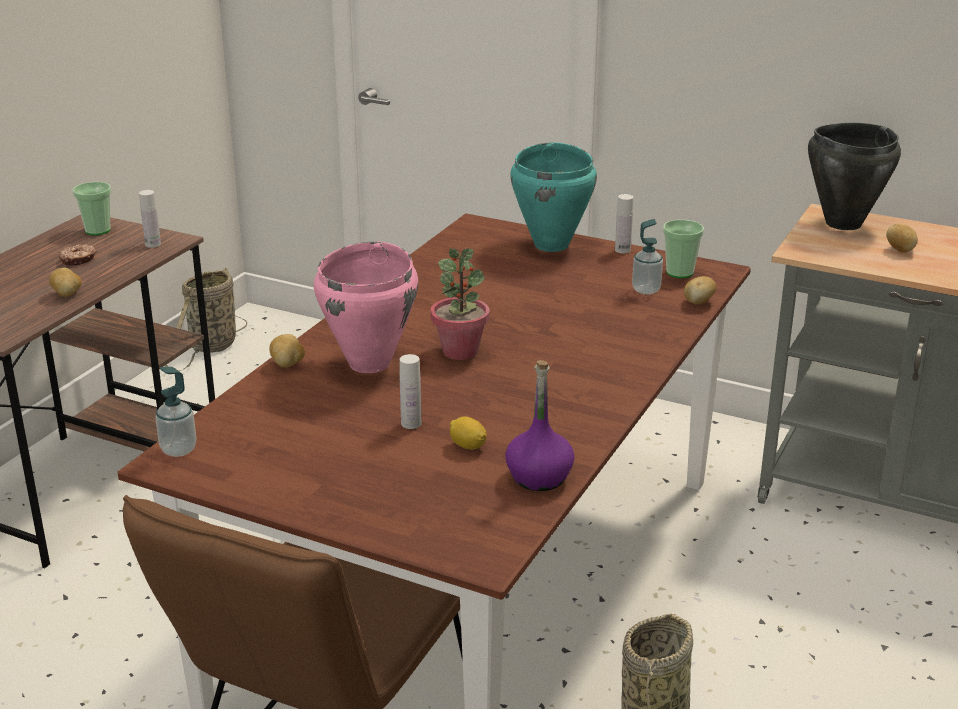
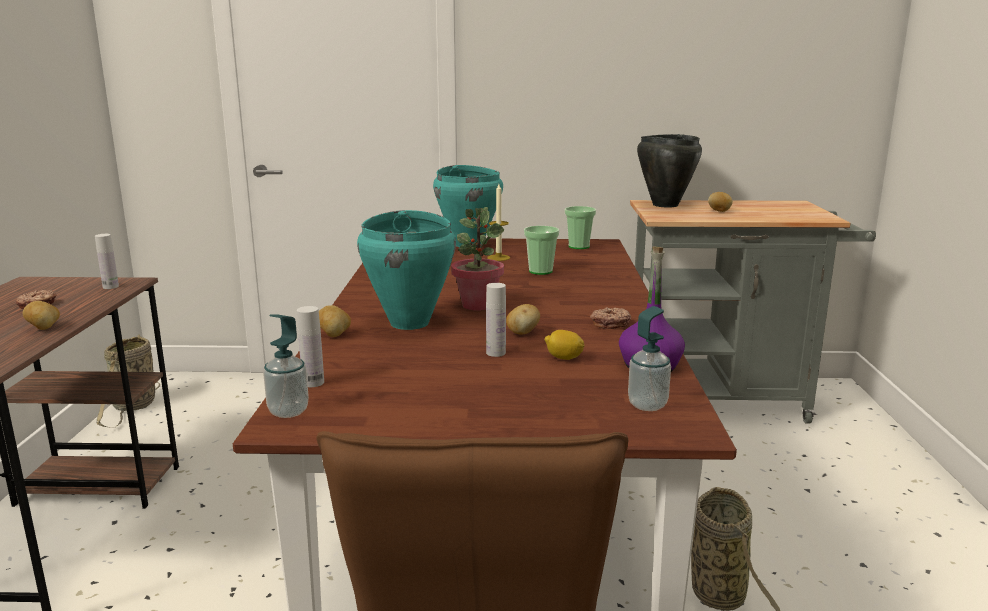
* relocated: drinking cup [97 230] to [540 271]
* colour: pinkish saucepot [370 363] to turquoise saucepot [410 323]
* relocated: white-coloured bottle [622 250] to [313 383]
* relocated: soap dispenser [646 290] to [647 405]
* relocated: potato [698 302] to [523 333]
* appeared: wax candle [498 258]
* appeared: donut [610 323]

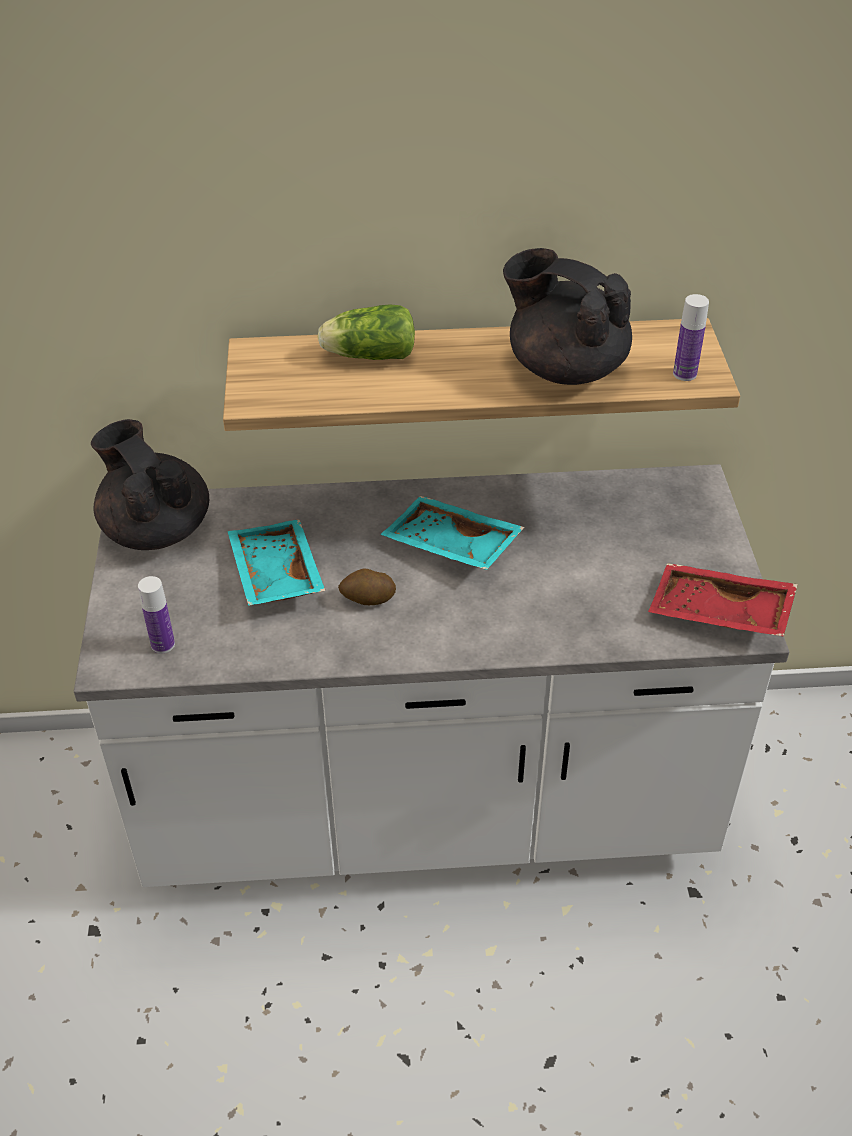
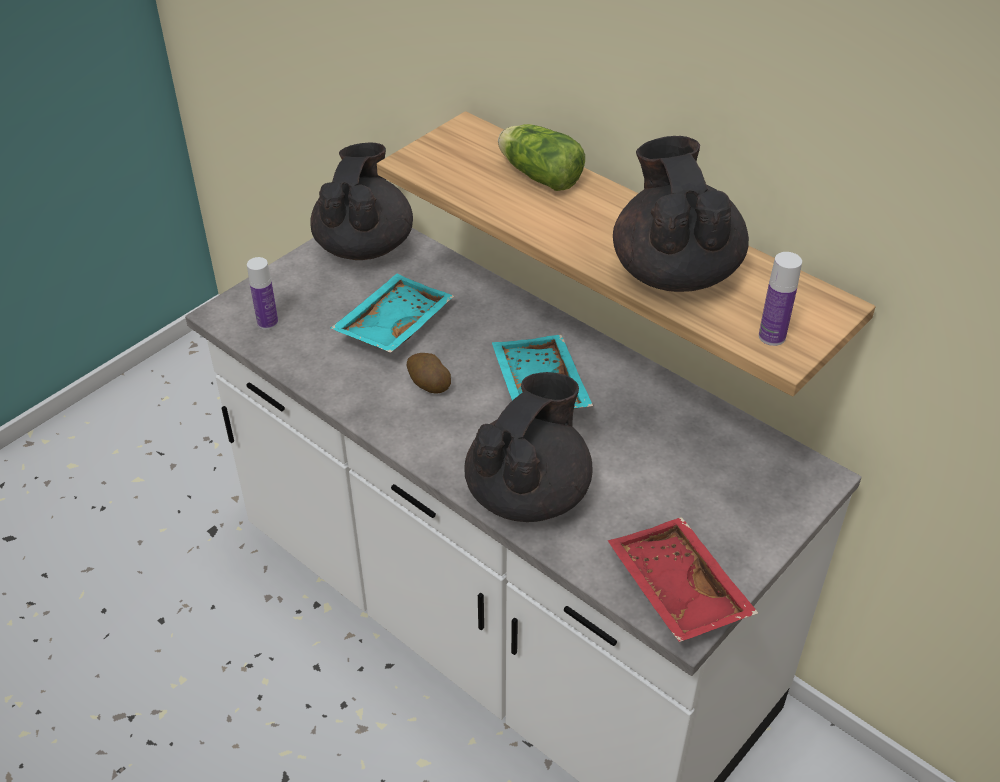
* appeared: blackish pot for tea [529 493]

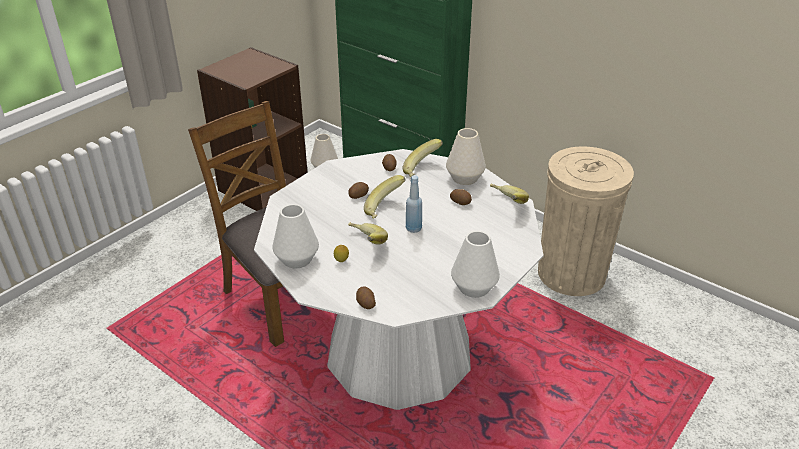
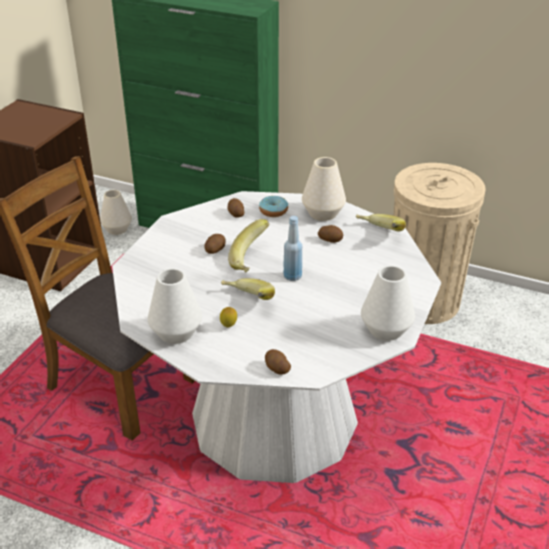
* exchanged: whole banana [422 170] to donut [273 211]

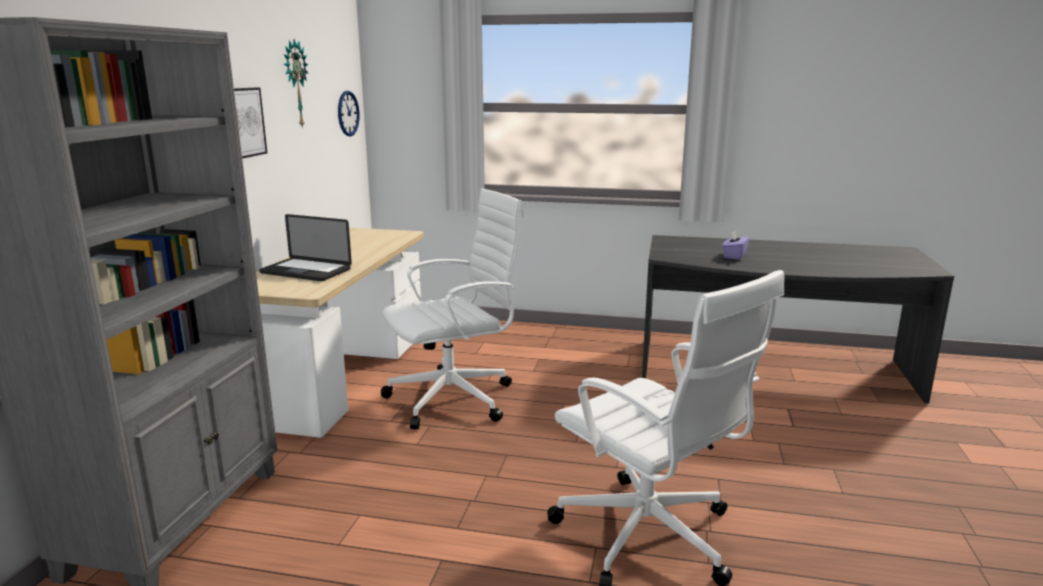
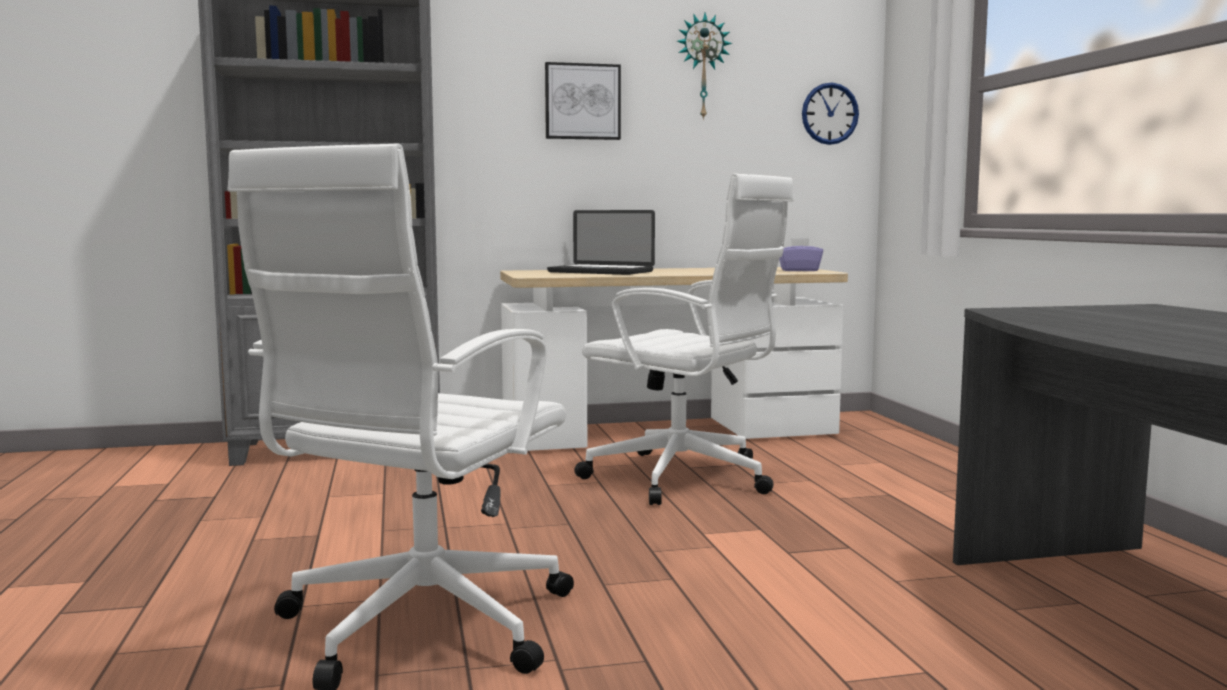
* spun: portable computer [306 271] = [600 272] 60 degrees counterclockwise
* relocated: purple tissue box [734 256] to [799 270]

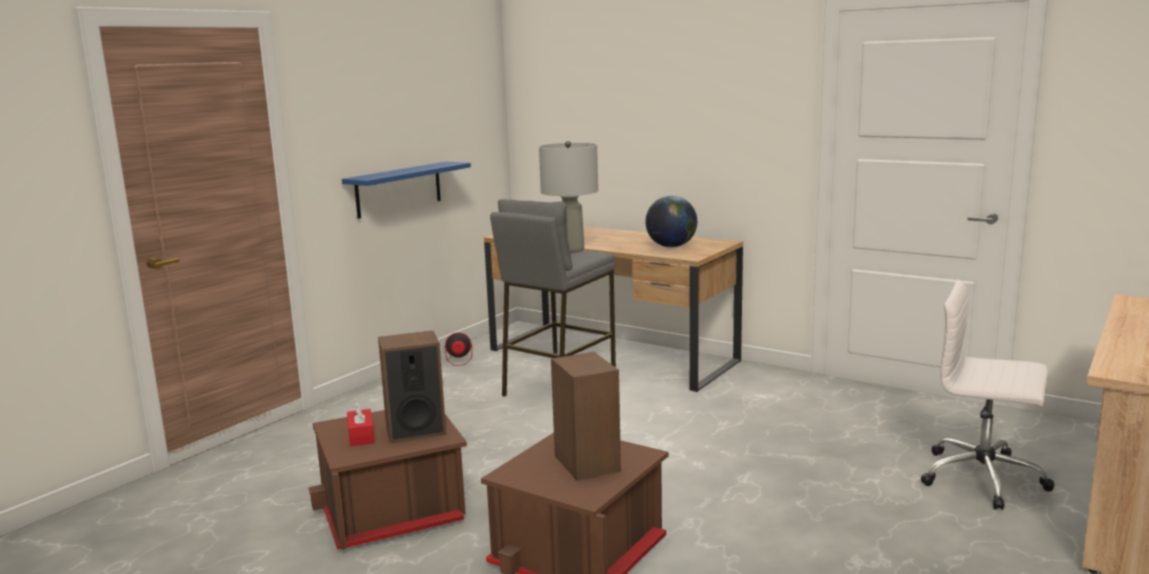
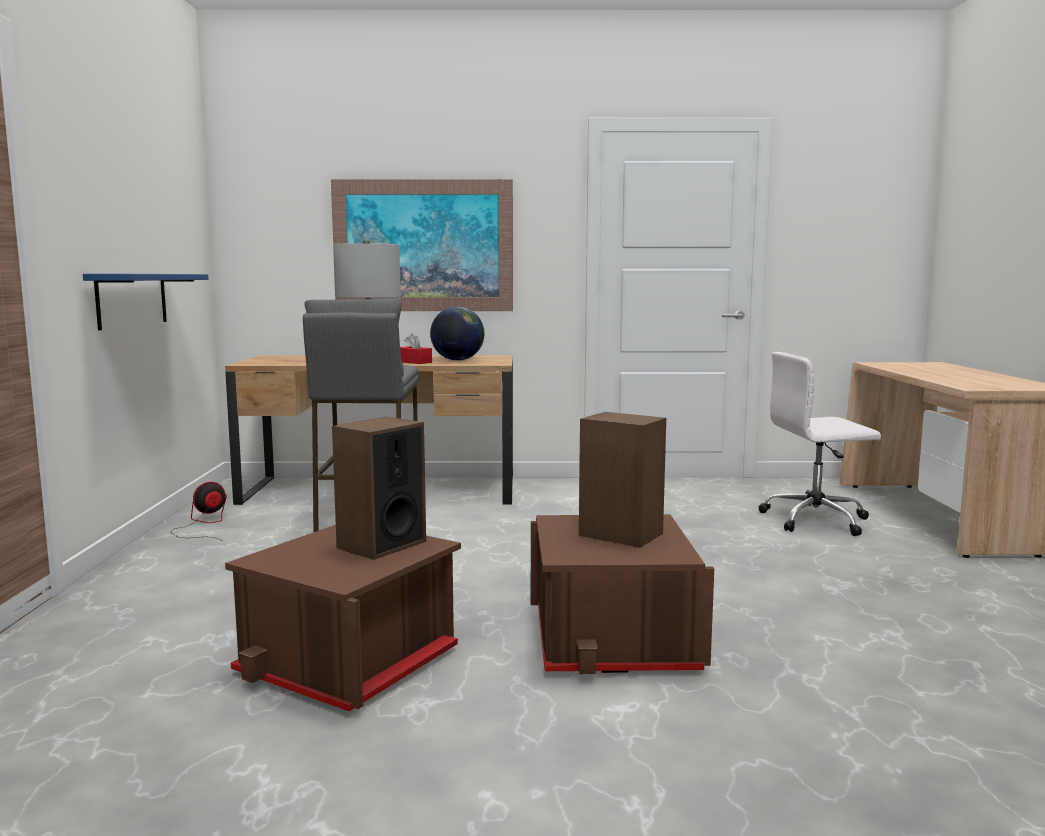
* relocated: red tissue box [361 436] to [414 362]
* appeared: wall art [423 246]

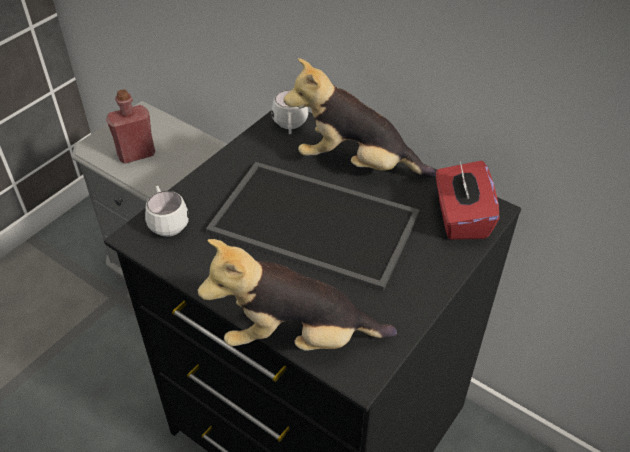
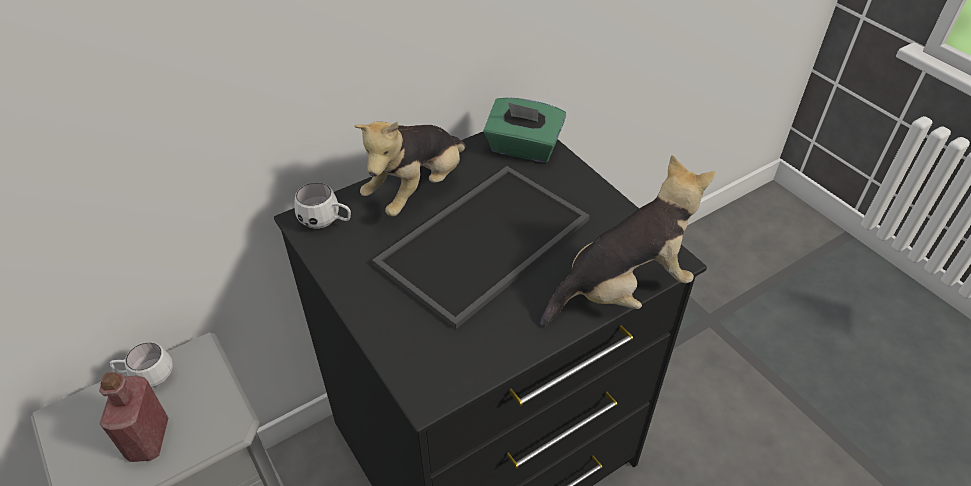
* relocated: white-coloured tea mug [167 222] to [147 377]
* spun: soft toy [298 338] = [622 290] 135 degrees counterclockwise
* colour: red tissue box [460 218] to green-coloured tissue box [523 148]

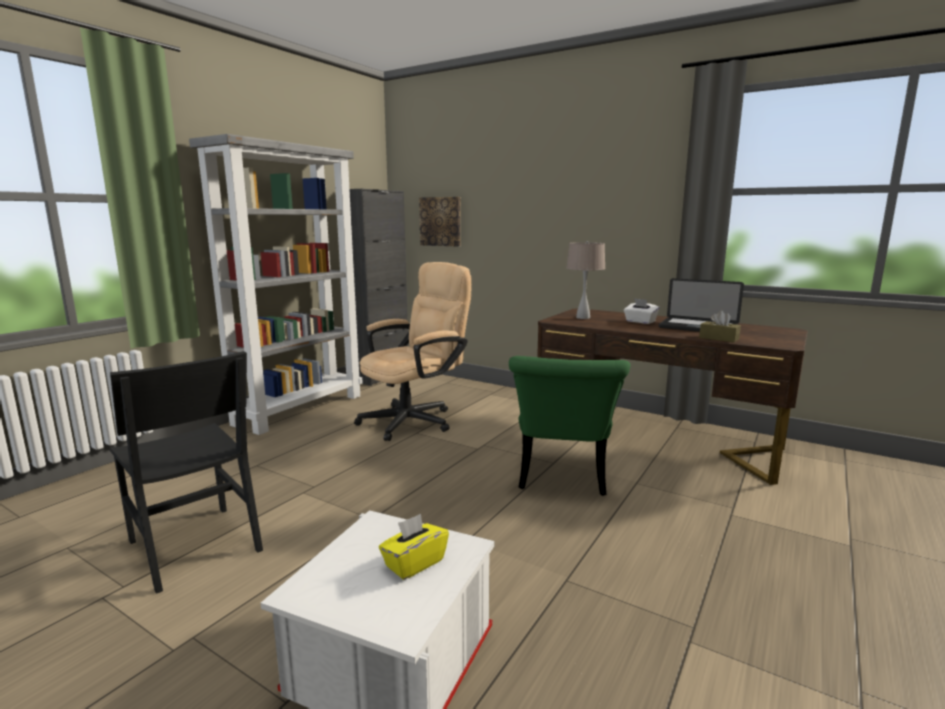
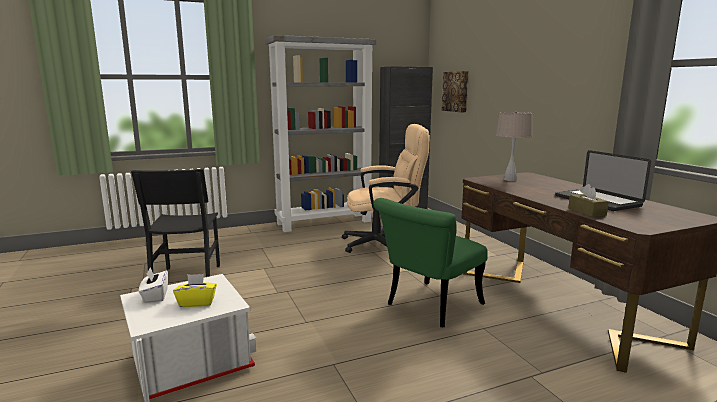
* relocated: white-coloured tissue box [640 321] to [155 296]

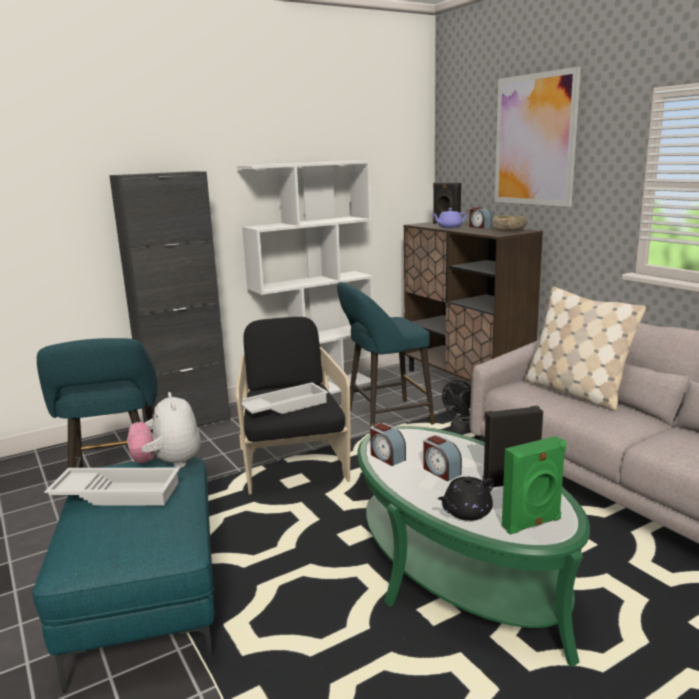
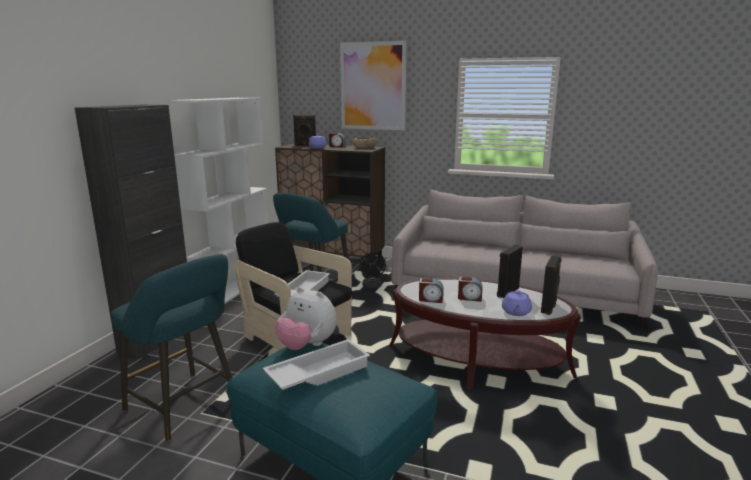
* colour: green-coloured low table [457 573] to brownish low table [477 360]
* colour: blackish pot for tea [466 512] to purple pot for tea [516 312]
* colour: green-coloured speaker [532 524] to blackish speaker [549 307]
* missing: beige-coloured cushion [575 392]

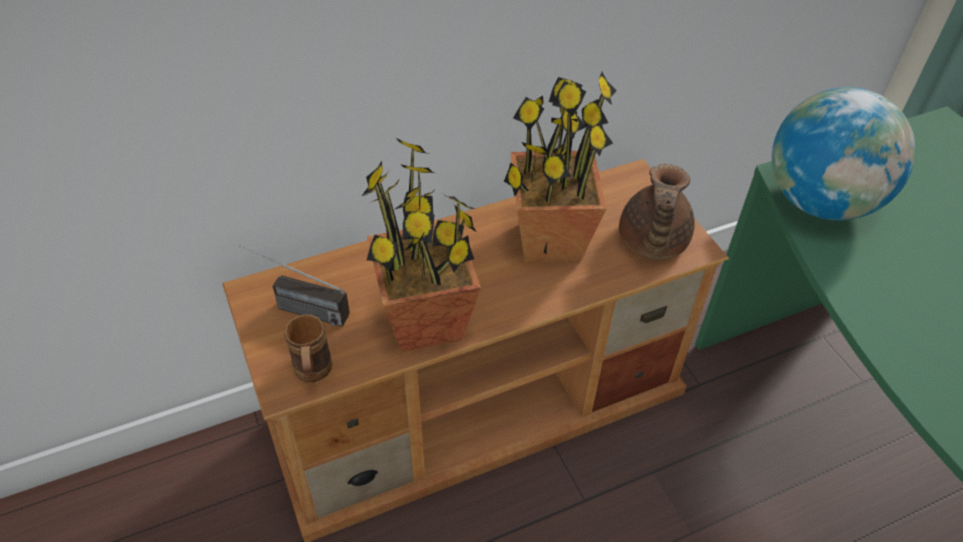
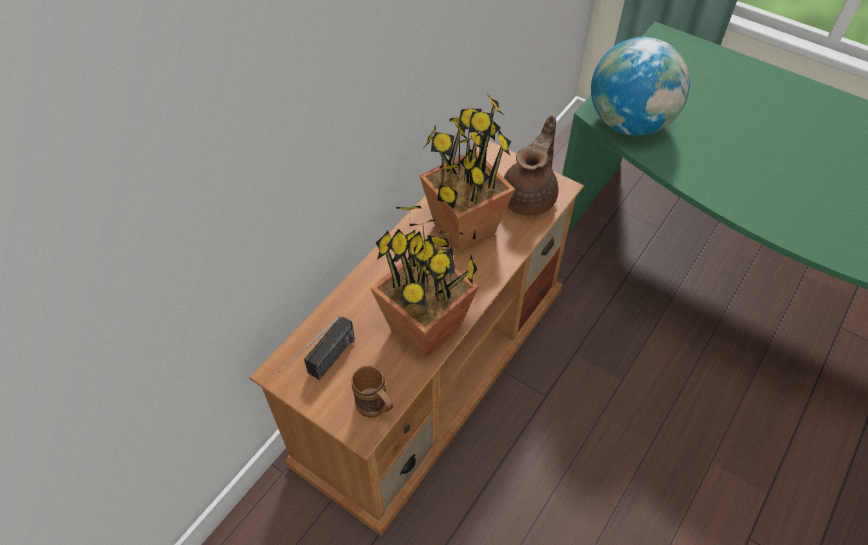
* spun: radio [295 308] = [323 367] 45 degrees counterclockwise
* spun: brownish pot for tea [651 242] = [530 197] 135 degrees counterclockwise

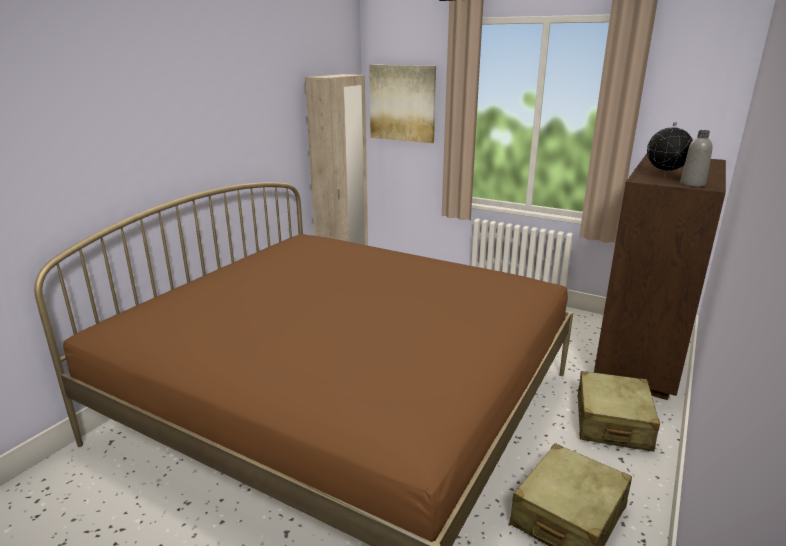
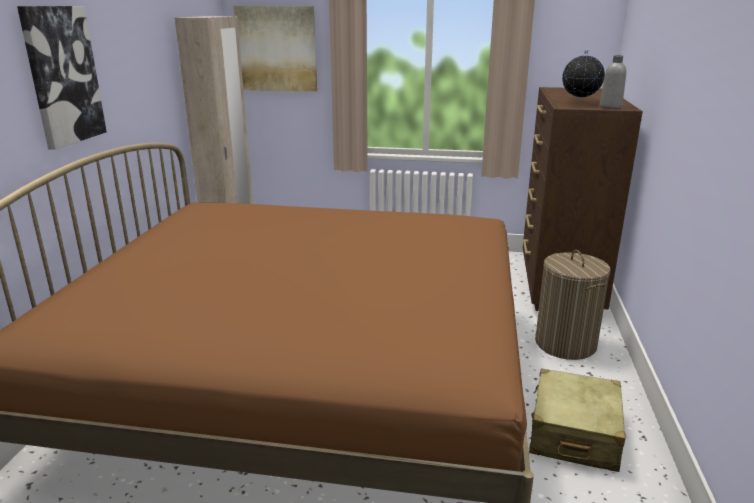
* exchanged: beige-coloured travel case [612 423] to laundry basket [565 344]
* appeared: wall art [62 75]

